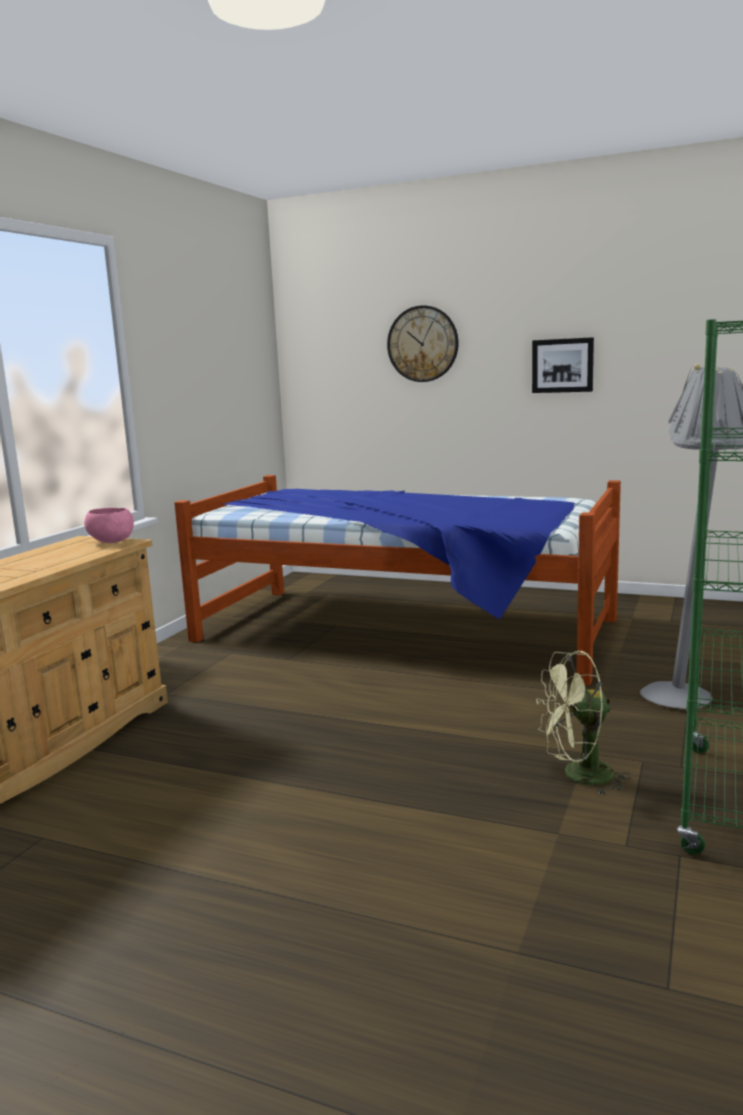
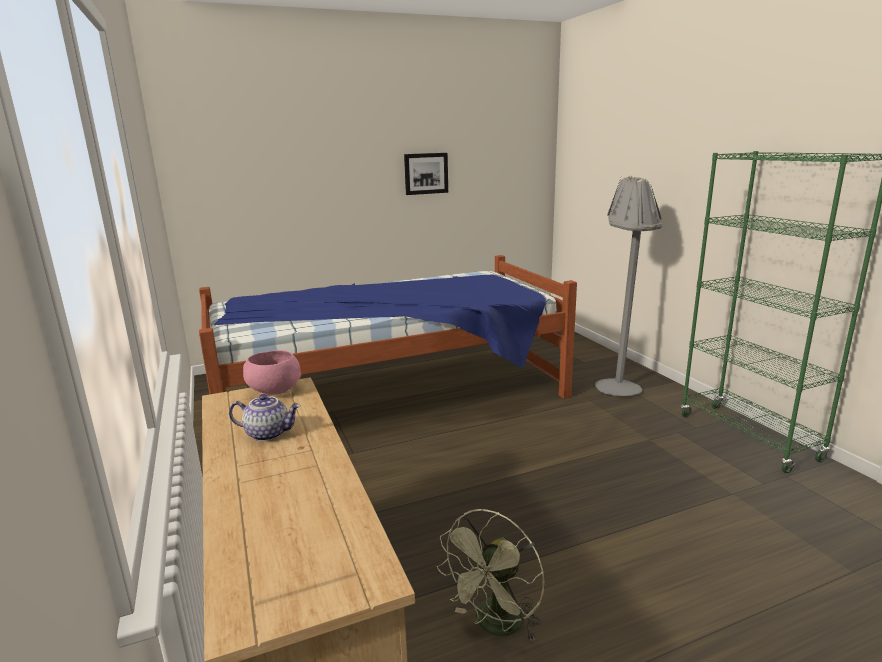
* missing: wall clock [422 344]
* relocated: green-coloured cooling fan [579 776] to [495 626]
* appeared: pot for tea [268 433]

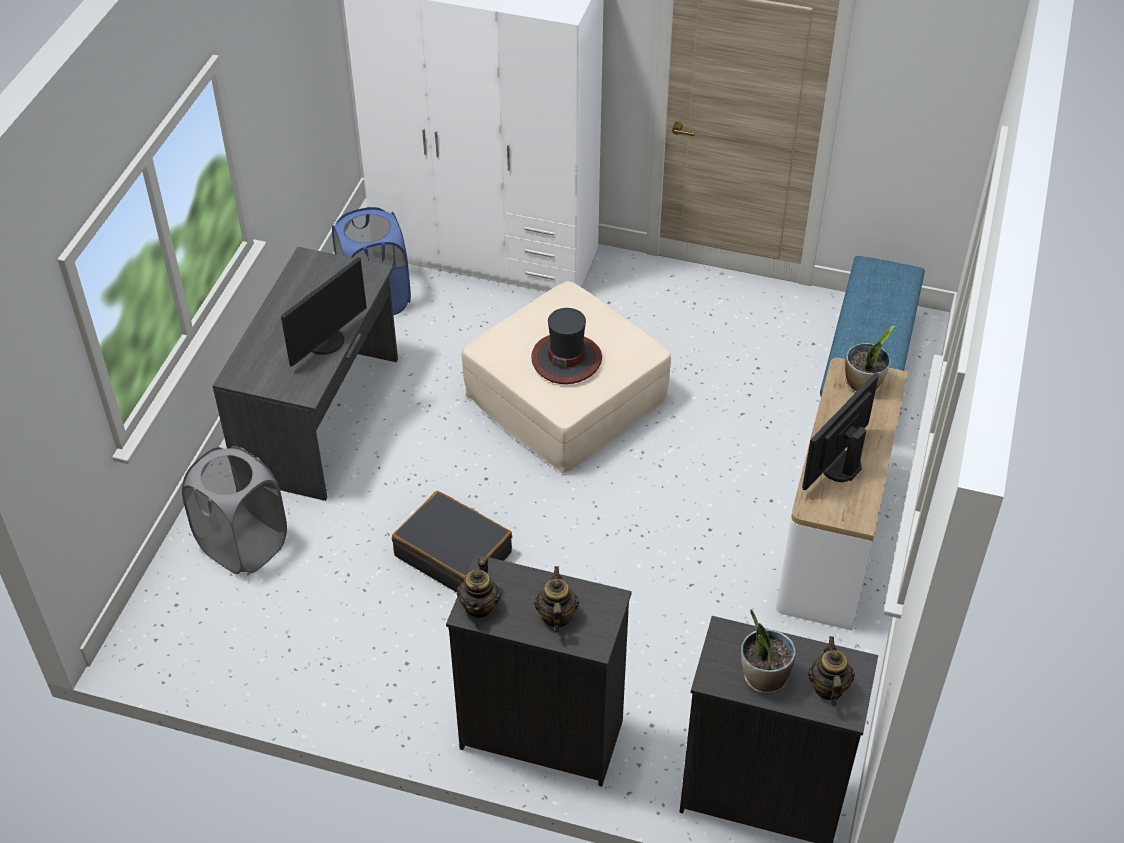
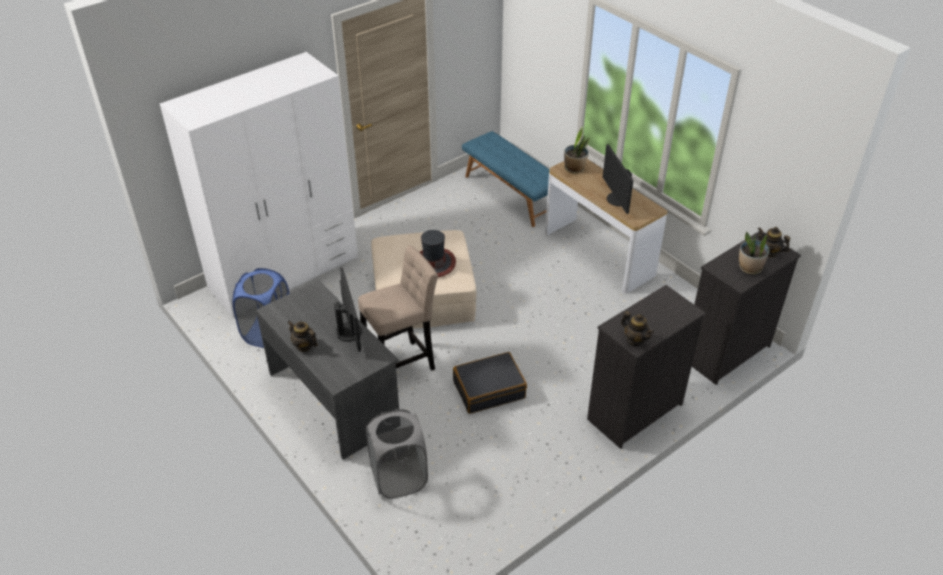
* relocated: pot for tea [556 616] to [304 346]
* appeared: beige-coloured stool [402 364]

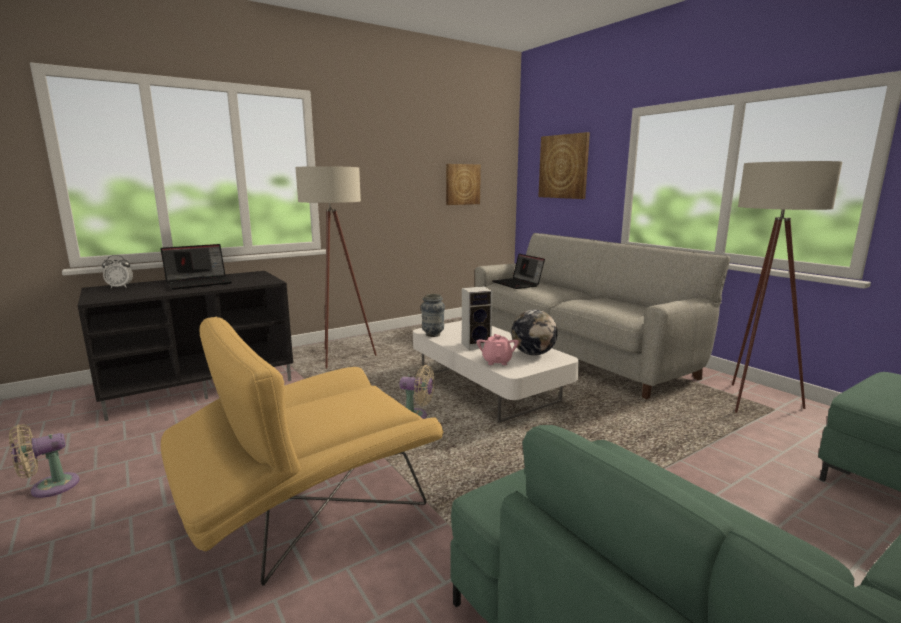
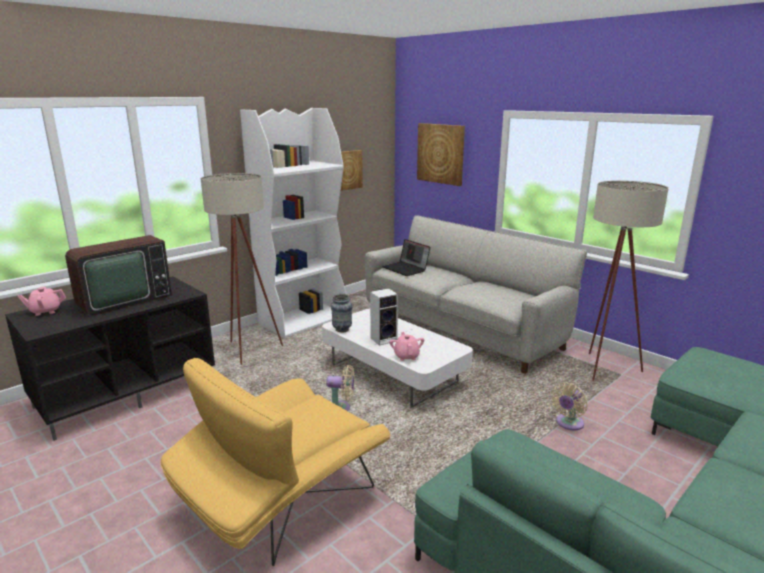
* relocated: beige-coloured cooling fan [49 487] to [568 424]
* exchanged: table clock [120 287] to pinkish pot for tea [45 311]
* exchanged: portable computer [200 283] to television [122 300]
* missing: desk globe [533 354]
* appeared: white-coloured shelving unit [303 320]

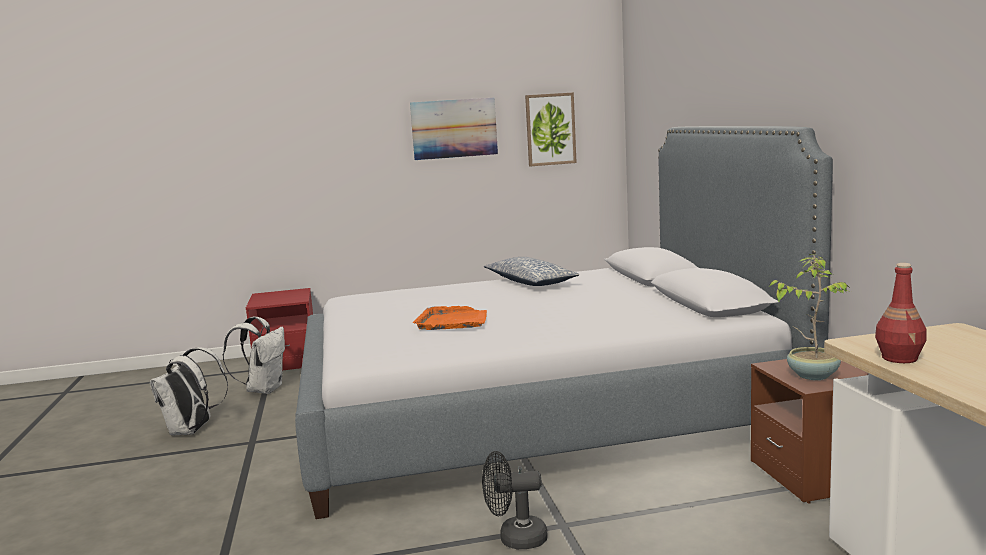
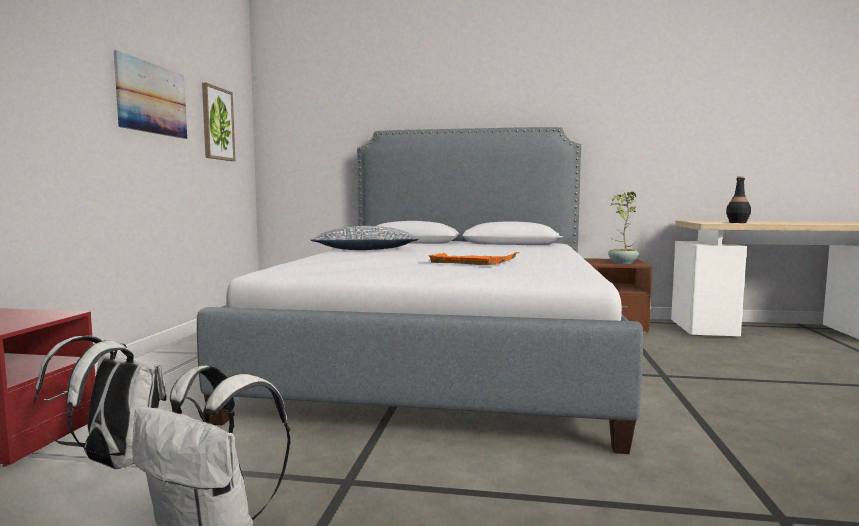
* missing: blackish cooling fan [515 539]
* colour: red bottle [900 358] to blackish bottle [737 222]

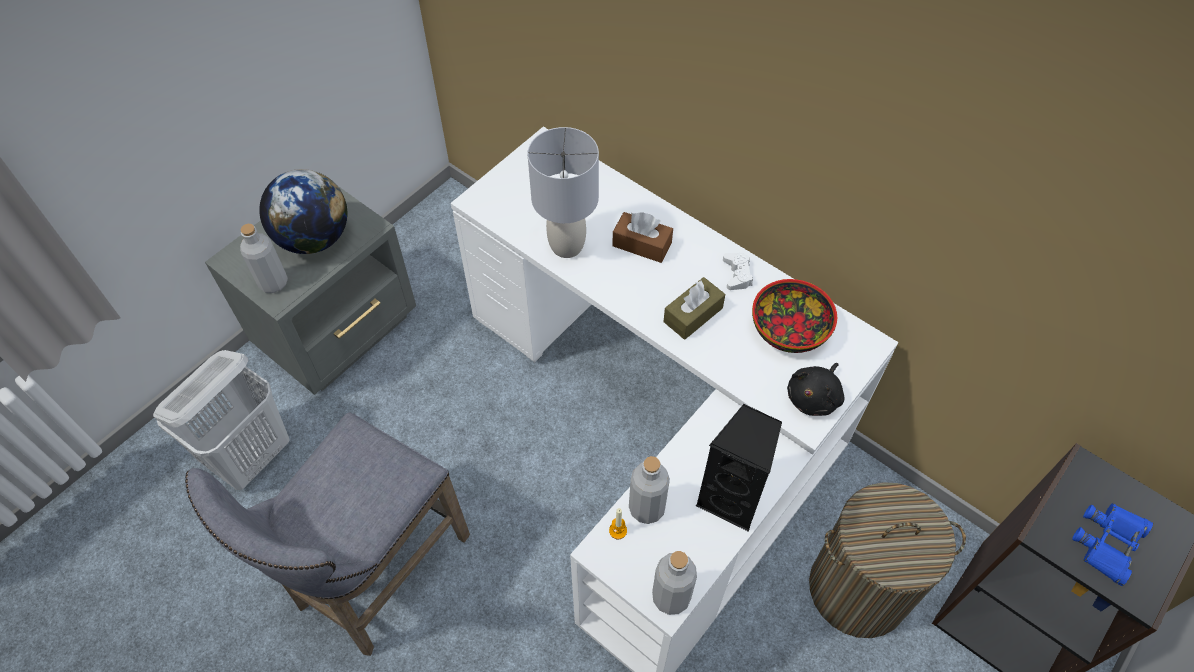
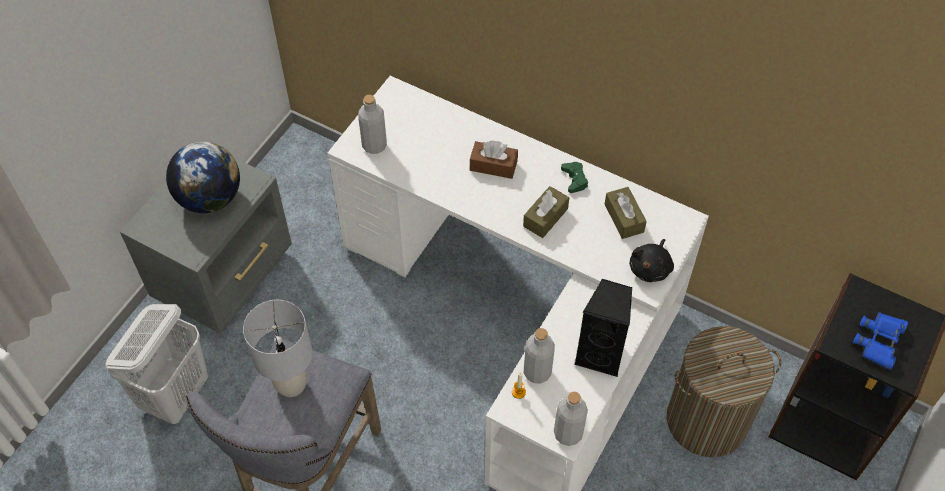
* relocated: grey bottle [273 282] to [374 145]
* relocated: grey lamp for a table [567 246] to [292 385]
* colour: white-coloured gamepad [737 274] to green-coloured gamepad [574 179]
* exchanged: bowl [790 330] to brownish tissue box [624 218]

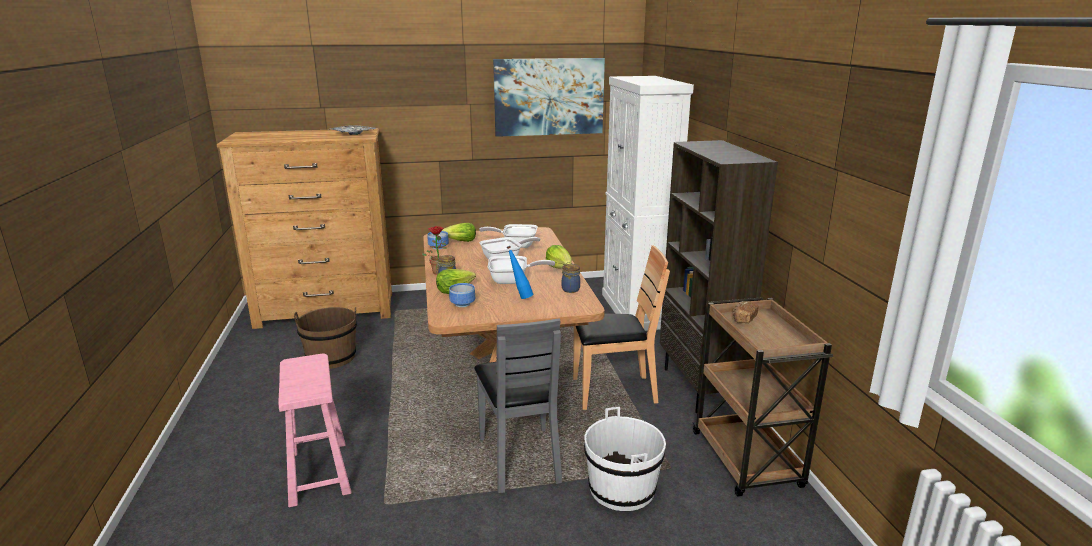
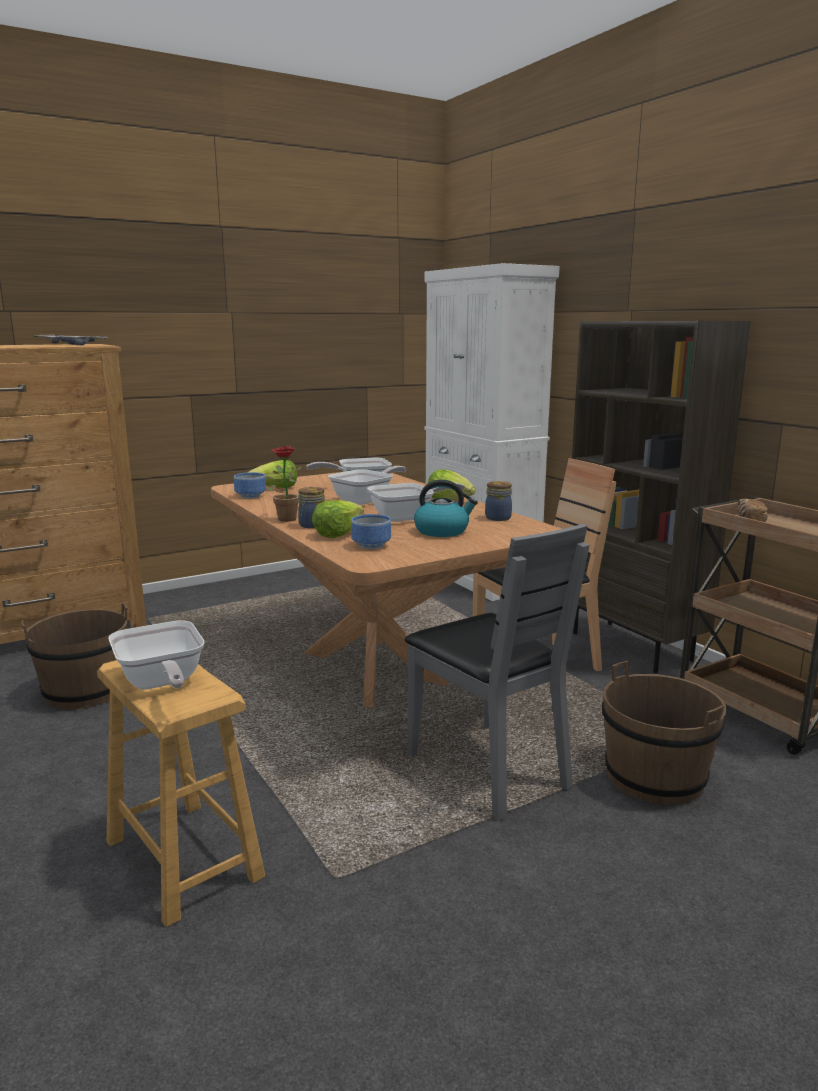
* colour: pinkish stool [318 473] to brownish stool [183 859]
* missing: wall art [549 97]
* exchanged: bluish bottle [520 297] to water kettle [442 531]
* colour: white-coloured bucket [622 489] to brownish bucket [655 777]
* appeared: skillet [161 683]

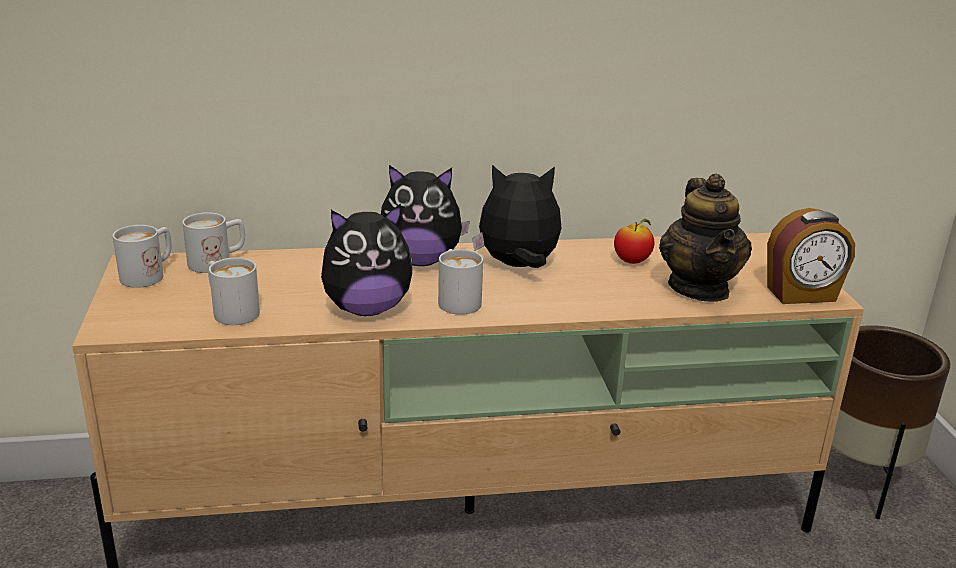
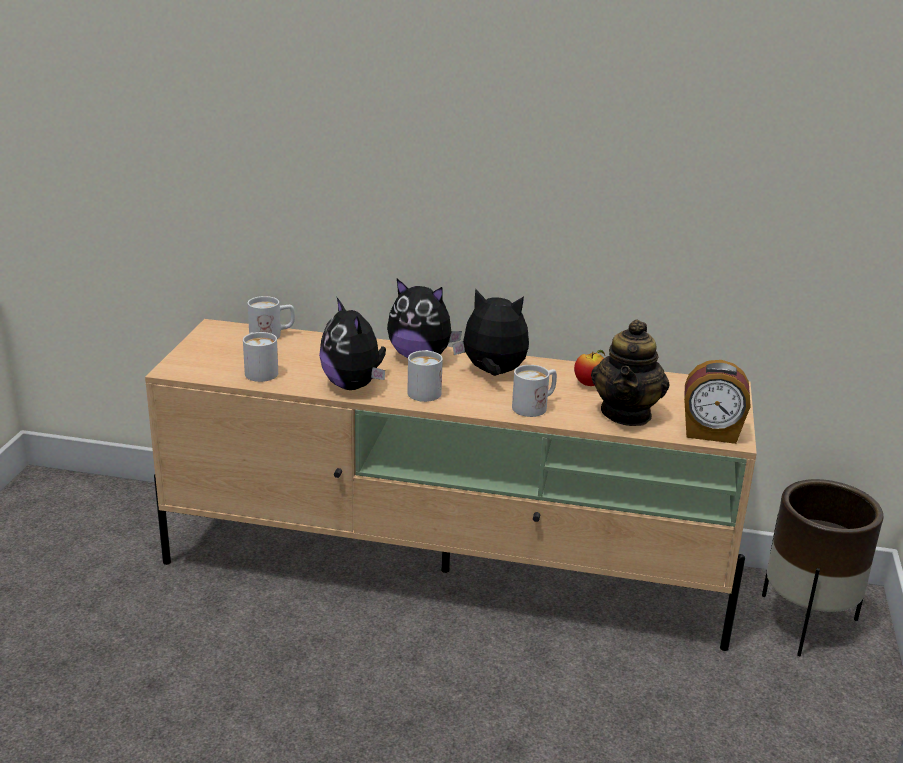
* relocated: white-coloured tea mug [149 274] to [535 406]
* spun: soft toy [367 309] = [354 385] 60 degrees clockwise

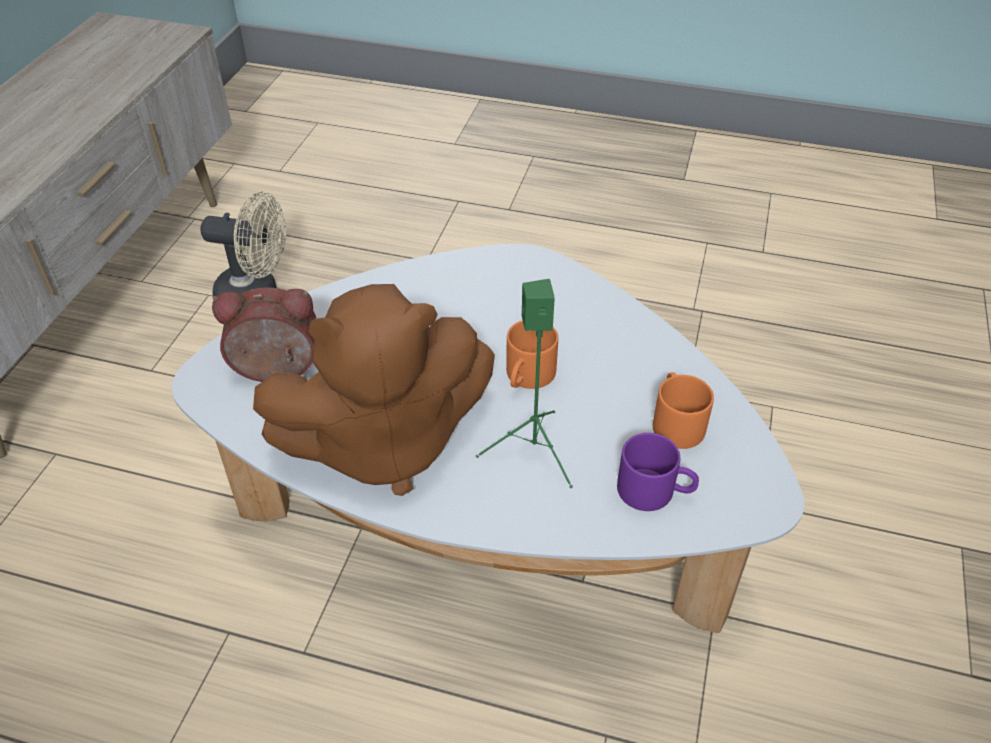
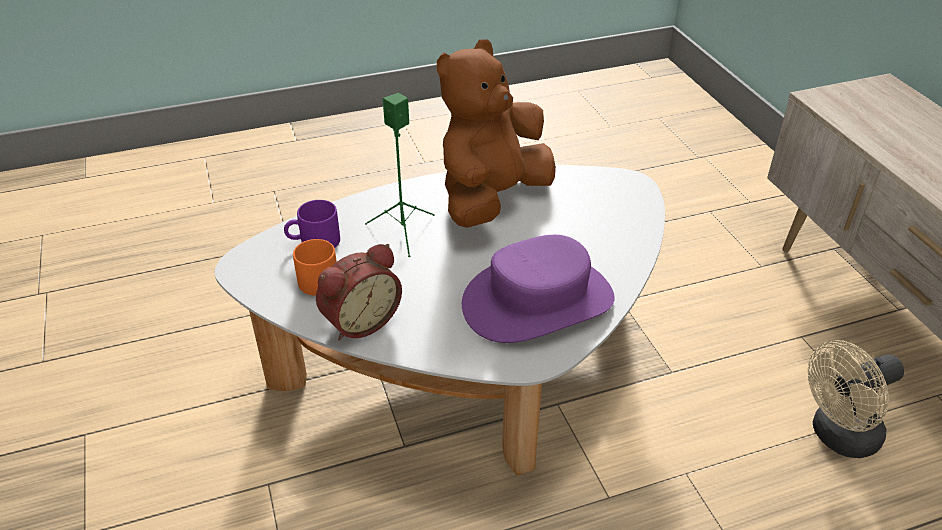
* relocated: table clock [276 372] to [359 321]
* missing: orange tea mug [528 377]
* appeared: purple hat [538 301]

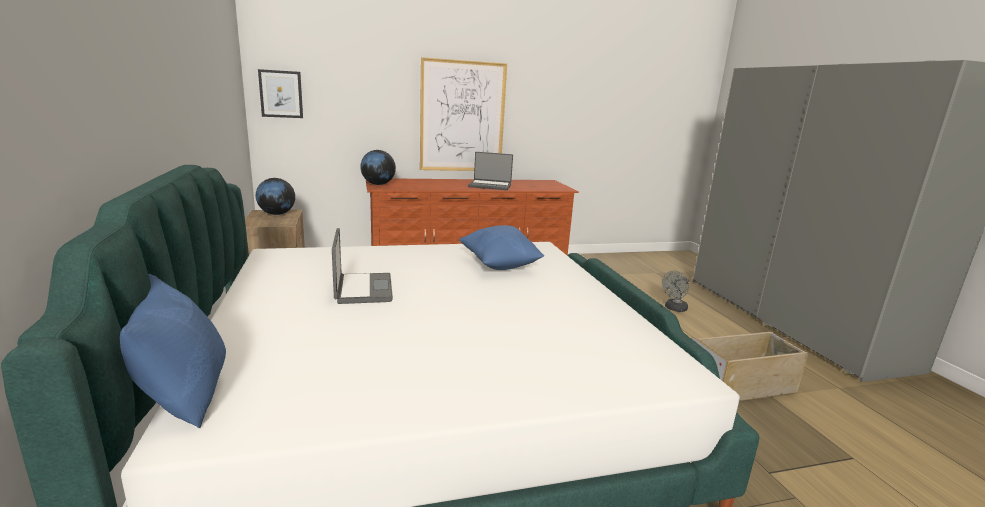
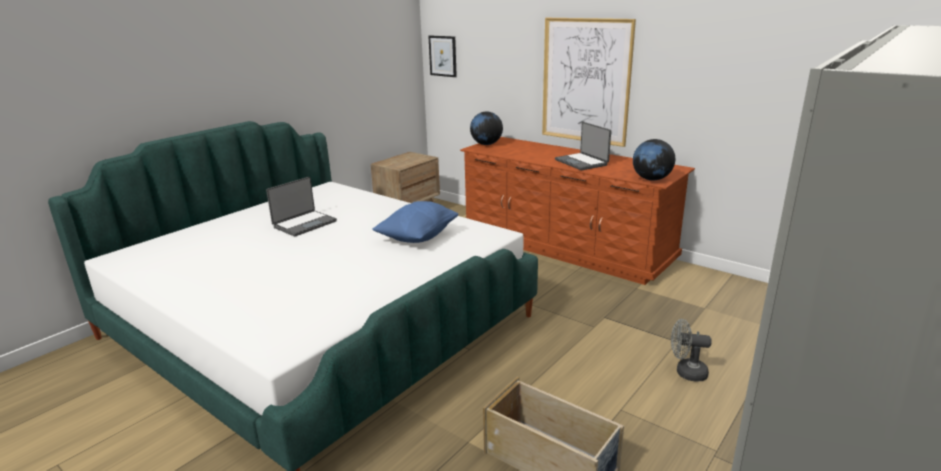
* missing: bluish cushion [184 394]
* relocated: desk globe [277 214] to [651 179]

